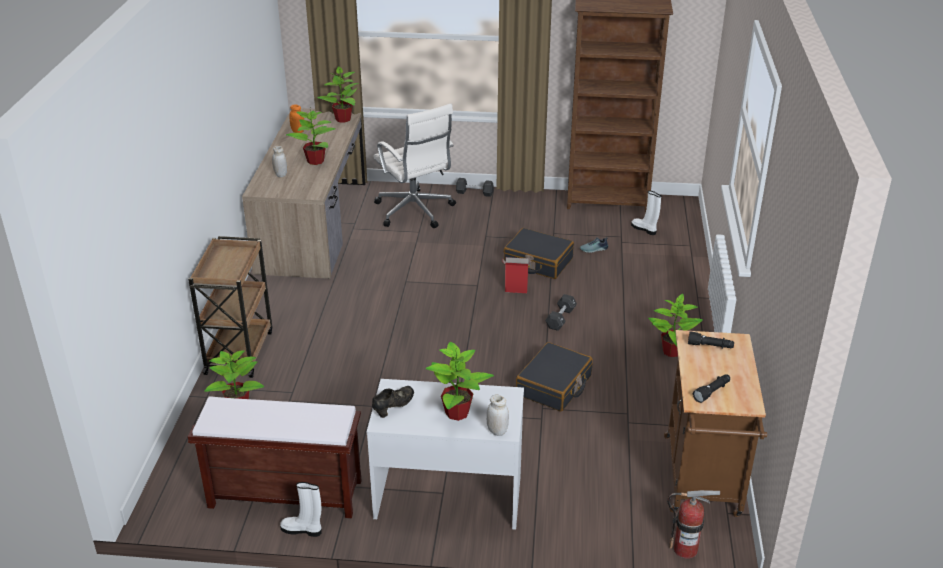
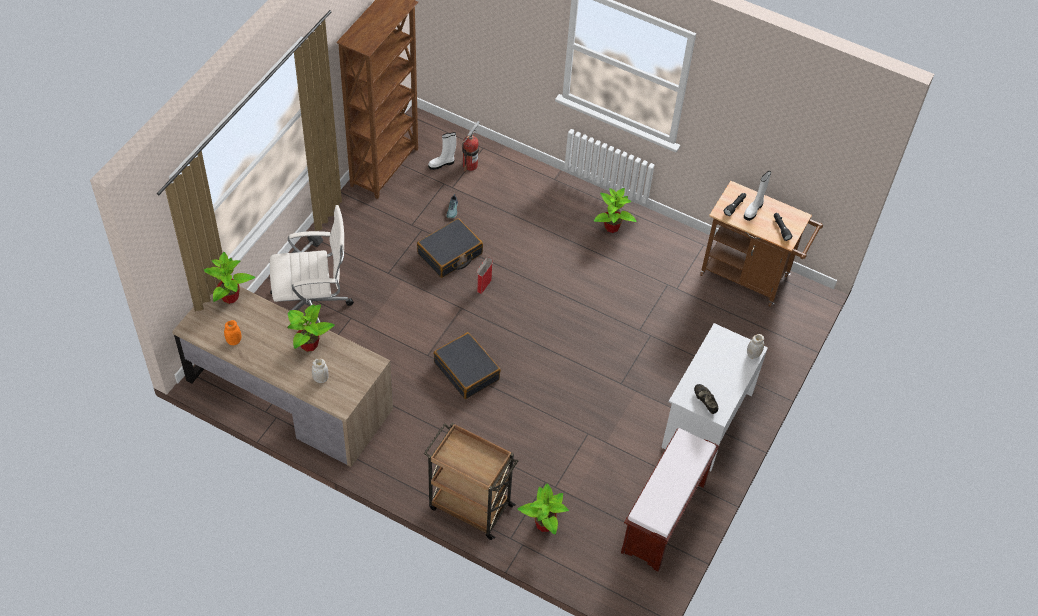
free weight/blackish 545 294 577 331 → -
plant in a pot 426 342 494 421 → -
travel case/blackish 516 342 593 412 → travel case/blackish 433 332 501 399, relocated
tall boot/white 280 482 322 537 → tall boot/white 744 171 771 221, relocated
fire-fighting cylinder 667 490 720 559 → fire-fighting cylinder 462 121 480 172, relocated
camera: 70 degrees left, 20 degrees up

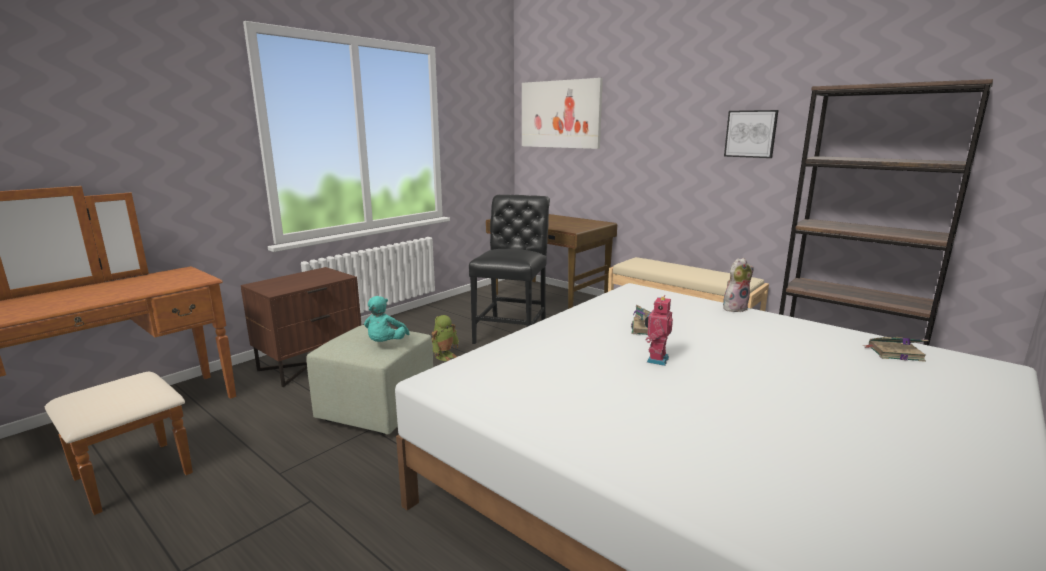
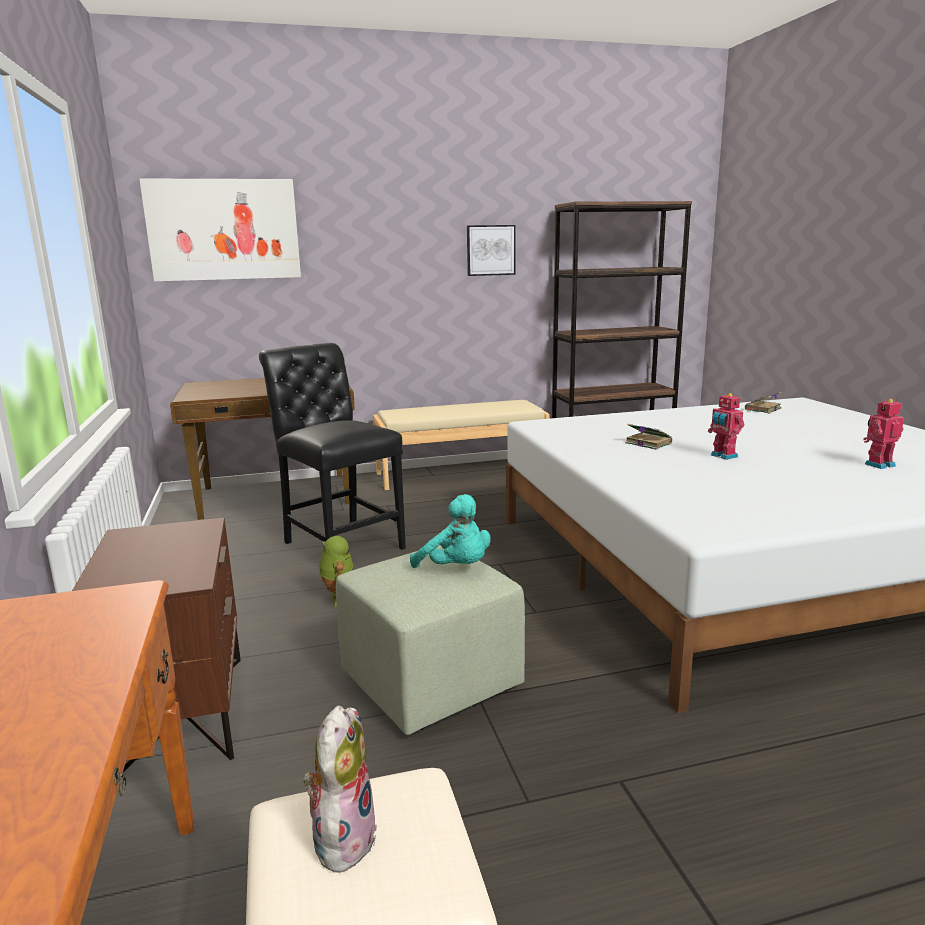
plush toy 723 258 754 312 → plush toy 303 705 377 873, relocated
- → robot figure 863 399 904 469
camera: 55 degrees left, 0 degrees up

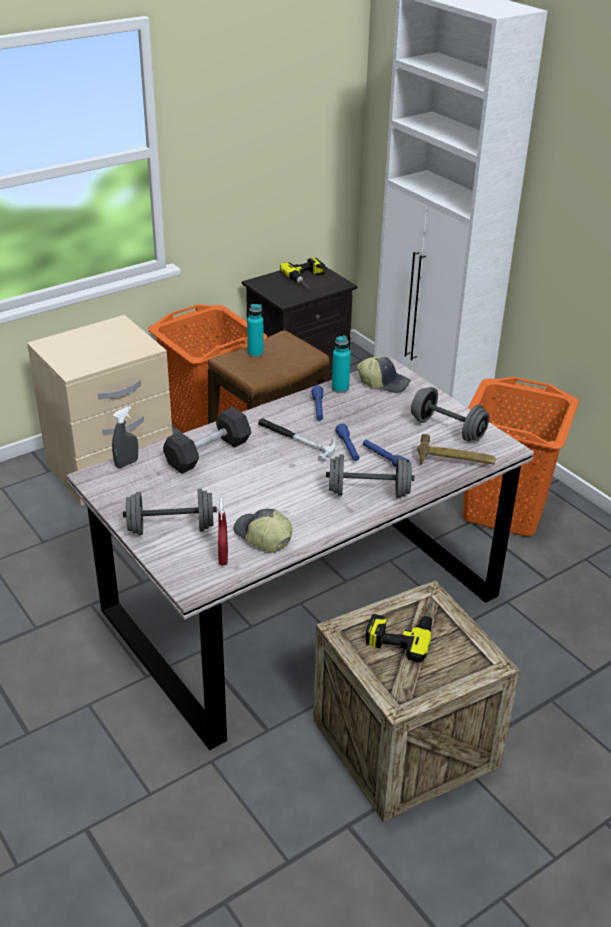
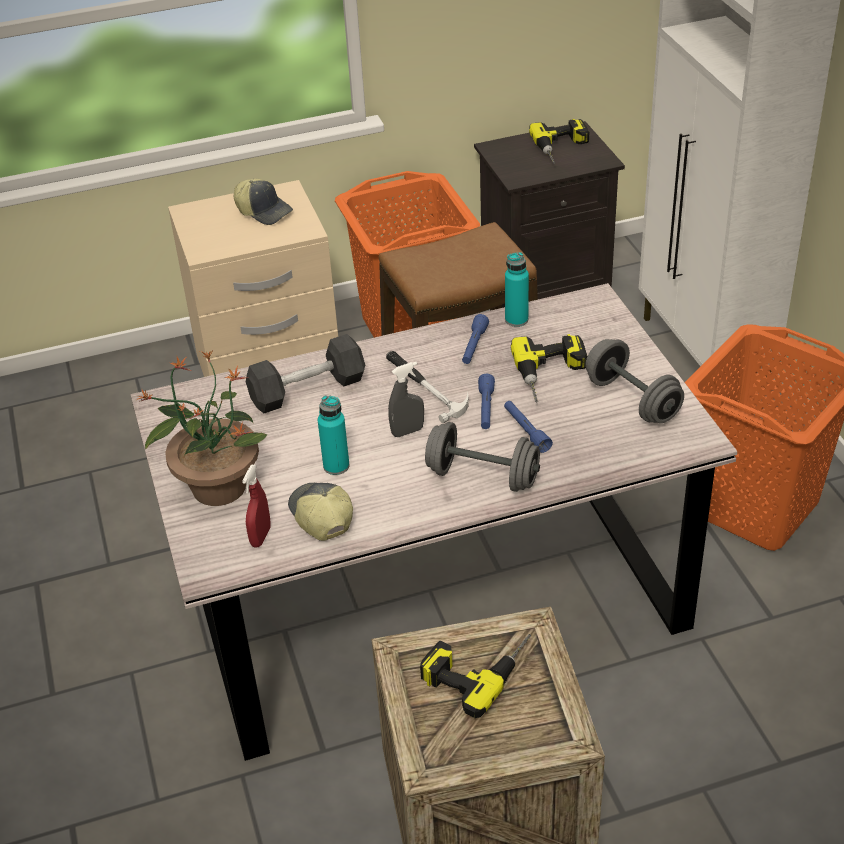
beverage bottle/turquoise-coloured 247 304 264 357 → beverage bottle/turquoise-coloured 318 395 349 475, relocated
cap 357 356 411 393 → cap 234 179 293 225, relocated
spray bottle/gray 112 406 138 468 → spray bottle/gray 388 362 424 437, relocated
hammer 417 434 496 465 → -
free weight/gray 123 489 217 535 → plant in a pot 137 350 267 506
- → electric drill 511 334 587 402
camera: 20 degrees right, 5 degrees up

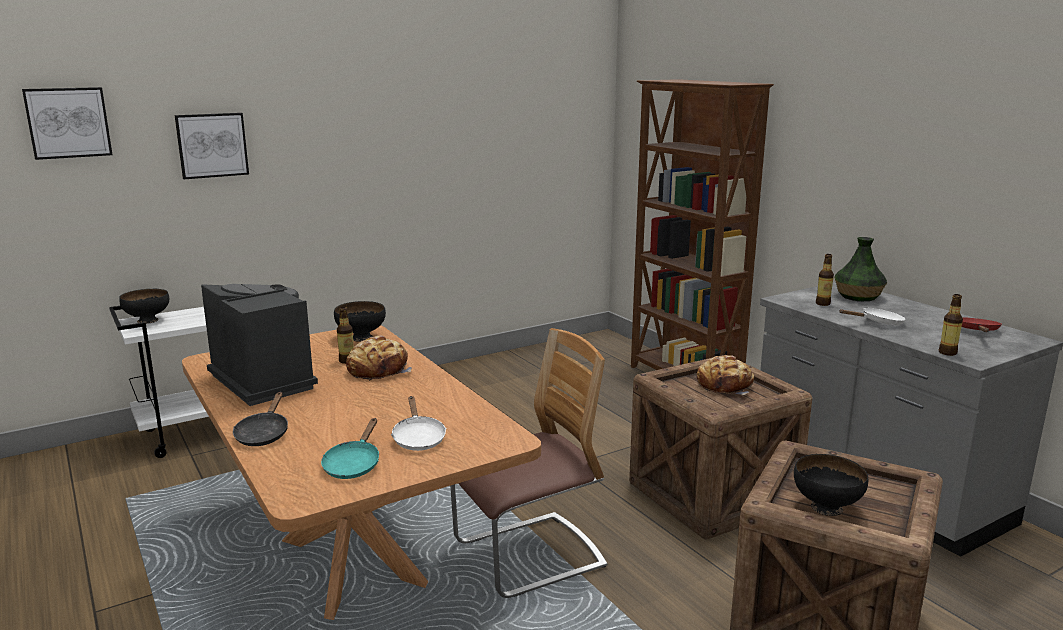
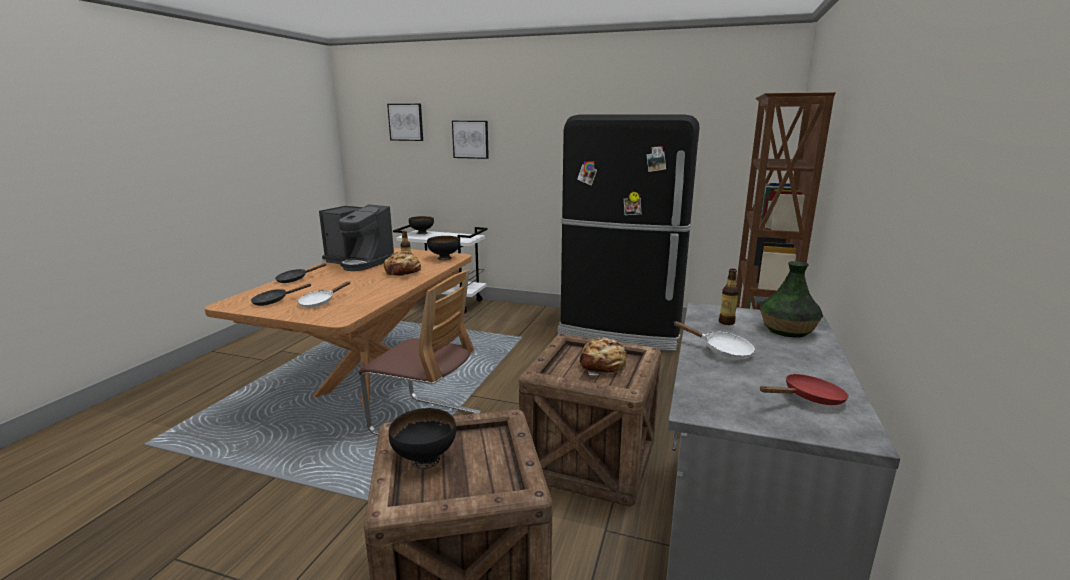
coffee maker 201 284 318 406 → coffee maker 319 204 394 271, 105 degrees clockwise
beverage bottle 939 294 963 356 → -
pan/turquoise-coloured 321 418 379 479 → pan/blackish 251 284 311 306
- → kitchen fridge/blackish 558 114 699 351
camera: 50 degrees right, 0 degrees up

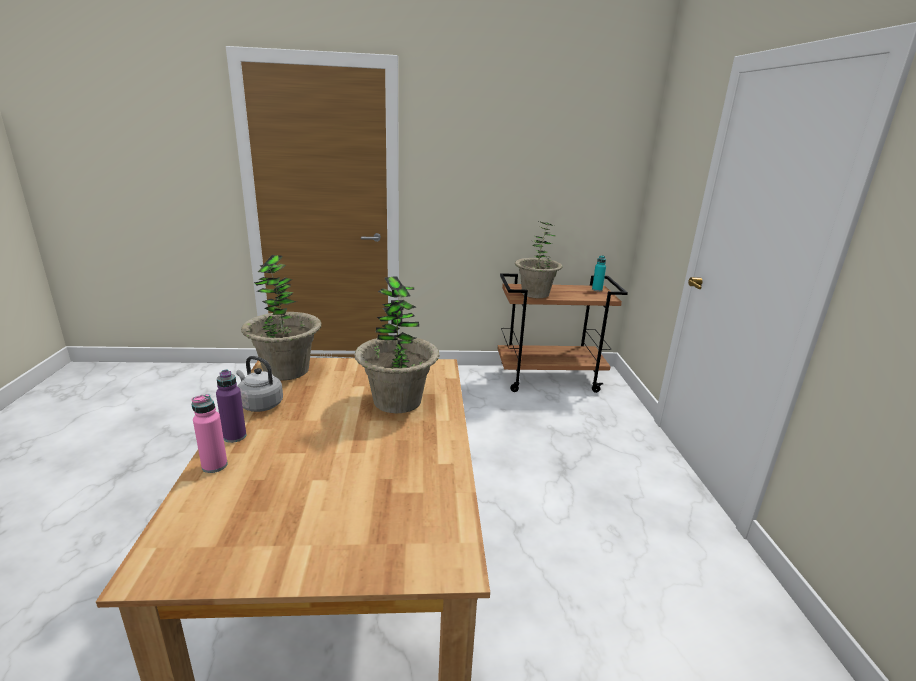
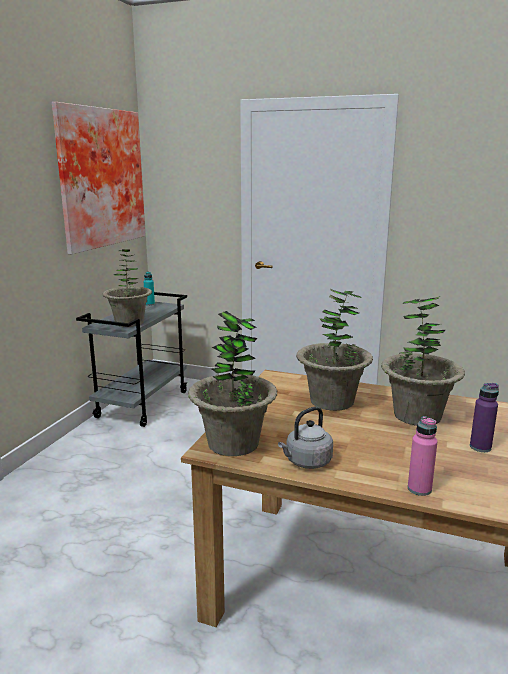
trolley/brown 498 273 628 393 → trolley/gray 76 292 187 427
beverage bottle/purple-coloured 216 369 246 443 → beverage bottle/purple-coloured 470 383 499 452, relocated
- → wall art 52 102 146 254
- → plant in a pot 381 296 465 426
camera: 65 degrees left, 5 degrees down

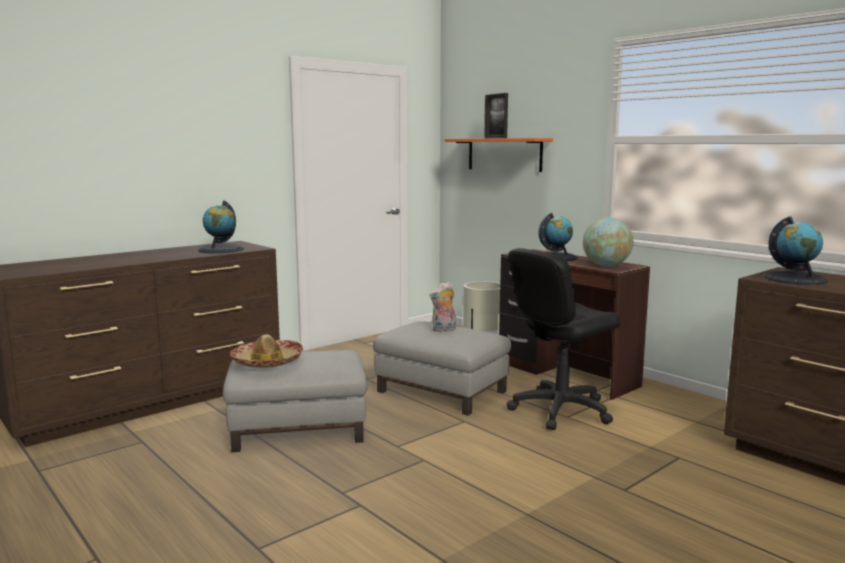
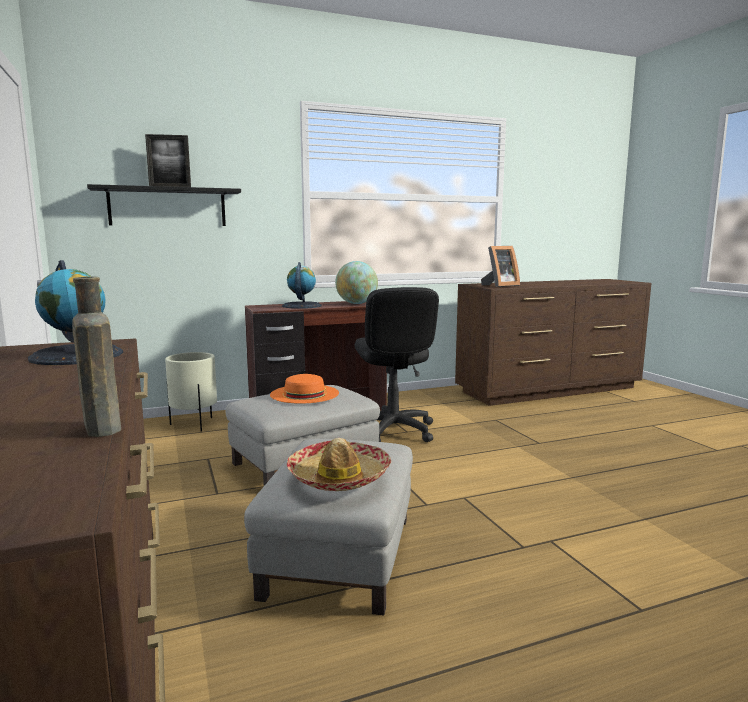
bracket shelf/orange 445 138 553 172 → bracket shelf/blackish 87 184 241 226
globe 764 216 828 285 → picture frame 481 246 520 287
plush toy 429 282 456 332 → clothing hat/orange 270 374 339 404
- → beverage bottle/brown 72 277 121 437
camera: 70 degrees left, 0 degrees up

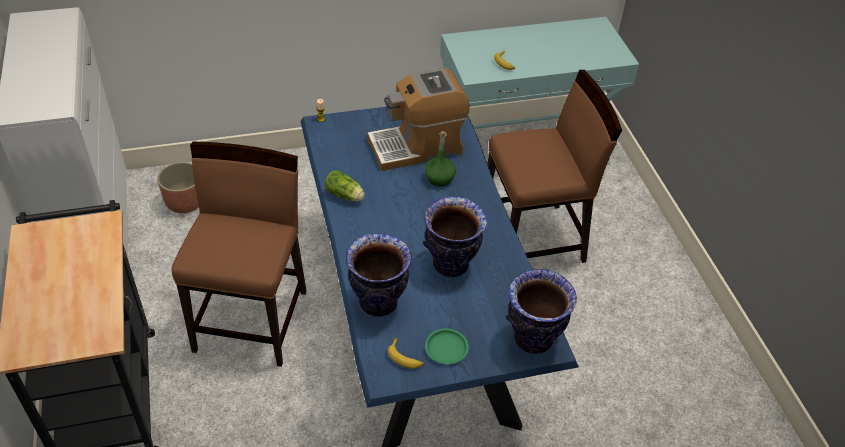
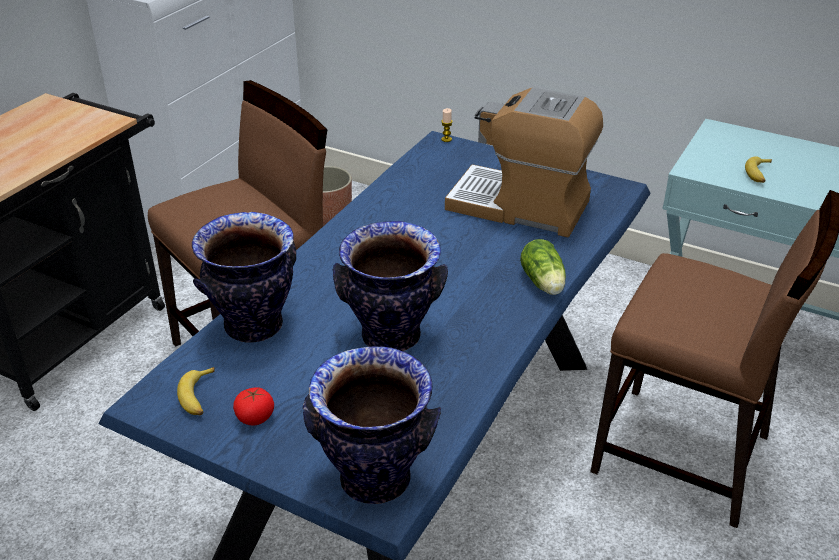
beverage bottle/green 424 131 456 187 → -
head of lettuce 325 170 365 201 → head of lettuce 520 239 566 295, relocated
flat dish/green 425 328 469 364 → tomato 233 387 274 425
camera: 45 degrees right, 10 degrees down

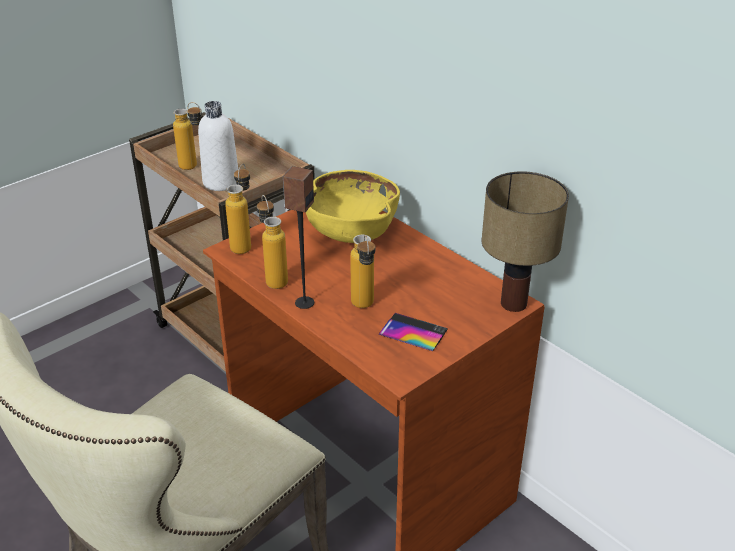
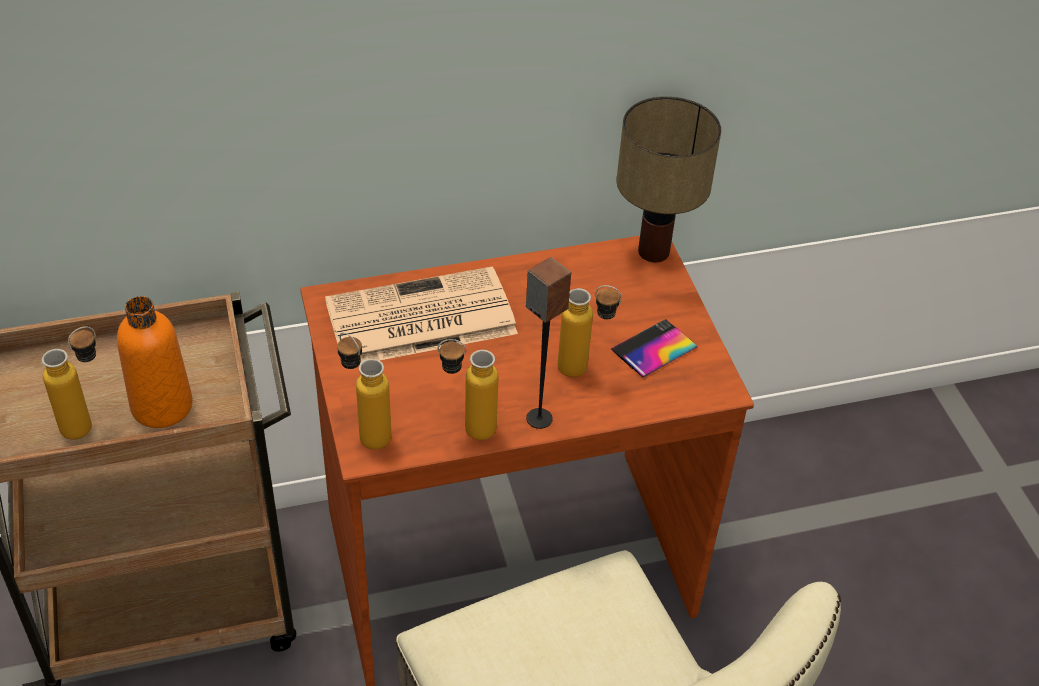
beverage bottle/white 198 101 238 191 → beverage bottle/orange 117 296 193 428
deep dish/yellowish 306 170 400 243 → newspaper 325 266 518 363
camera: 65 degrees left, 10 degrees up

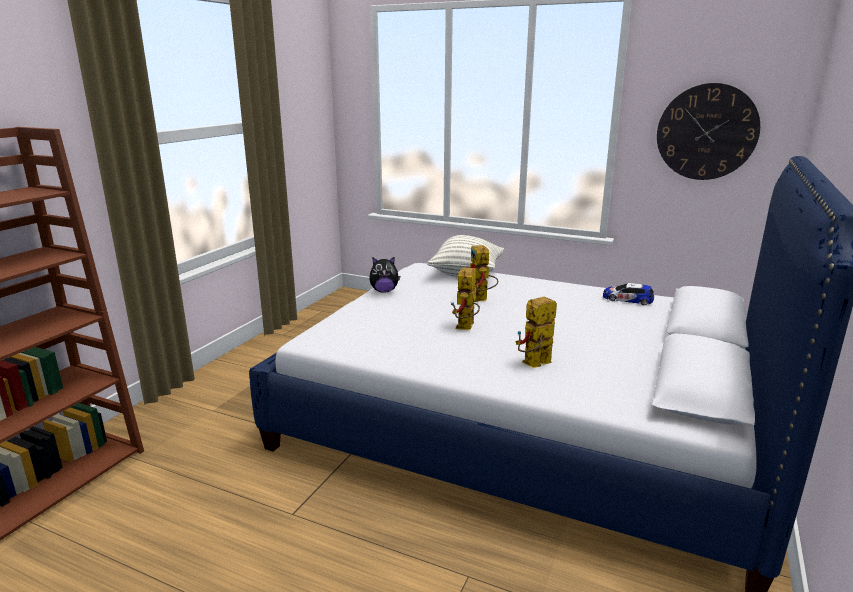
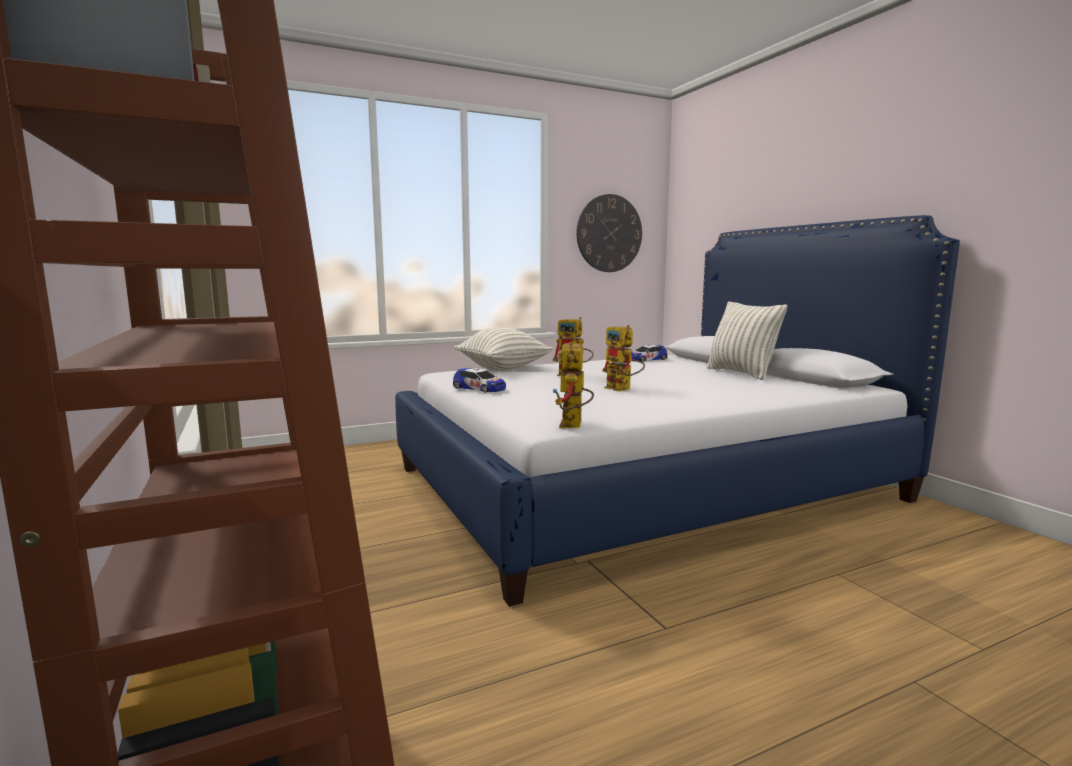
plush toy 369 256 400 293 → miniature car 453 368 506 393
robot figure 516 297 557 368 → robot figure 553 342 594 428, relocated
- → throw pillow 706 302 787 380
camera: 50 degrees left, 10 degrees down

